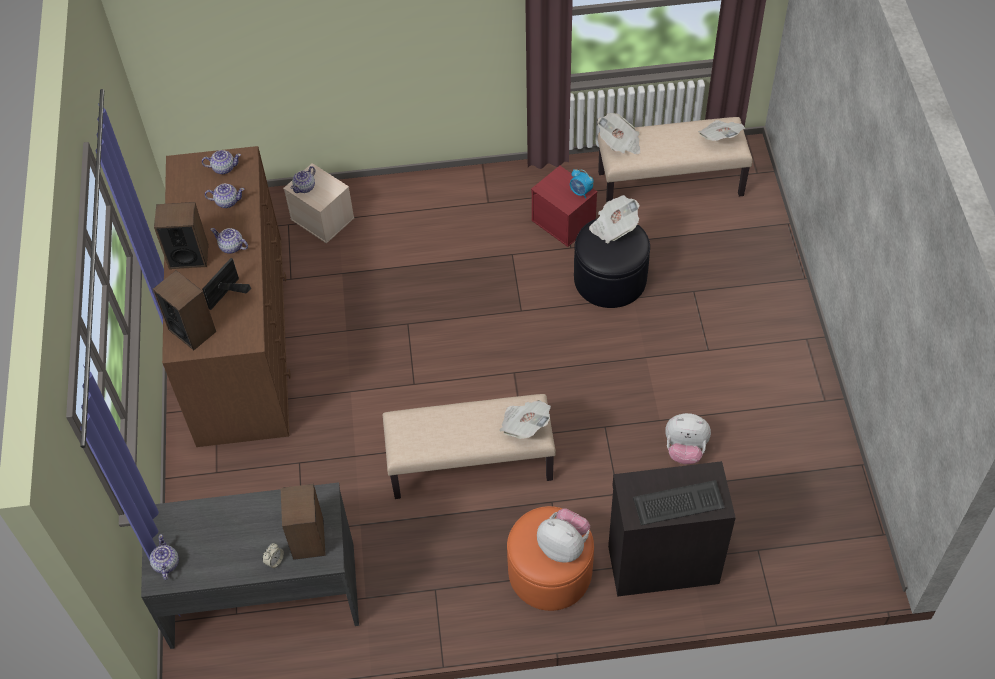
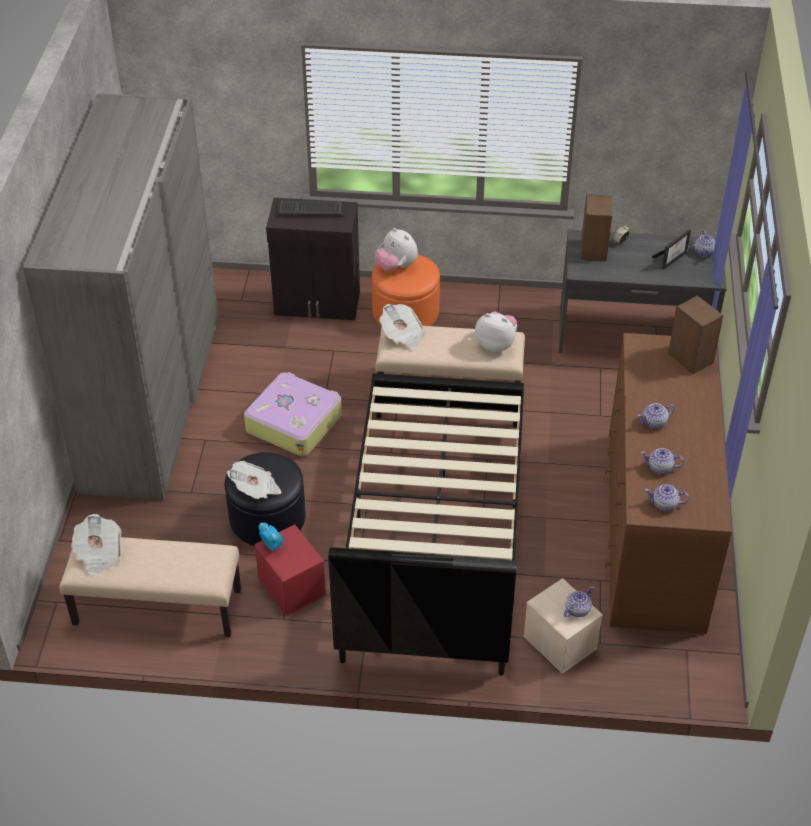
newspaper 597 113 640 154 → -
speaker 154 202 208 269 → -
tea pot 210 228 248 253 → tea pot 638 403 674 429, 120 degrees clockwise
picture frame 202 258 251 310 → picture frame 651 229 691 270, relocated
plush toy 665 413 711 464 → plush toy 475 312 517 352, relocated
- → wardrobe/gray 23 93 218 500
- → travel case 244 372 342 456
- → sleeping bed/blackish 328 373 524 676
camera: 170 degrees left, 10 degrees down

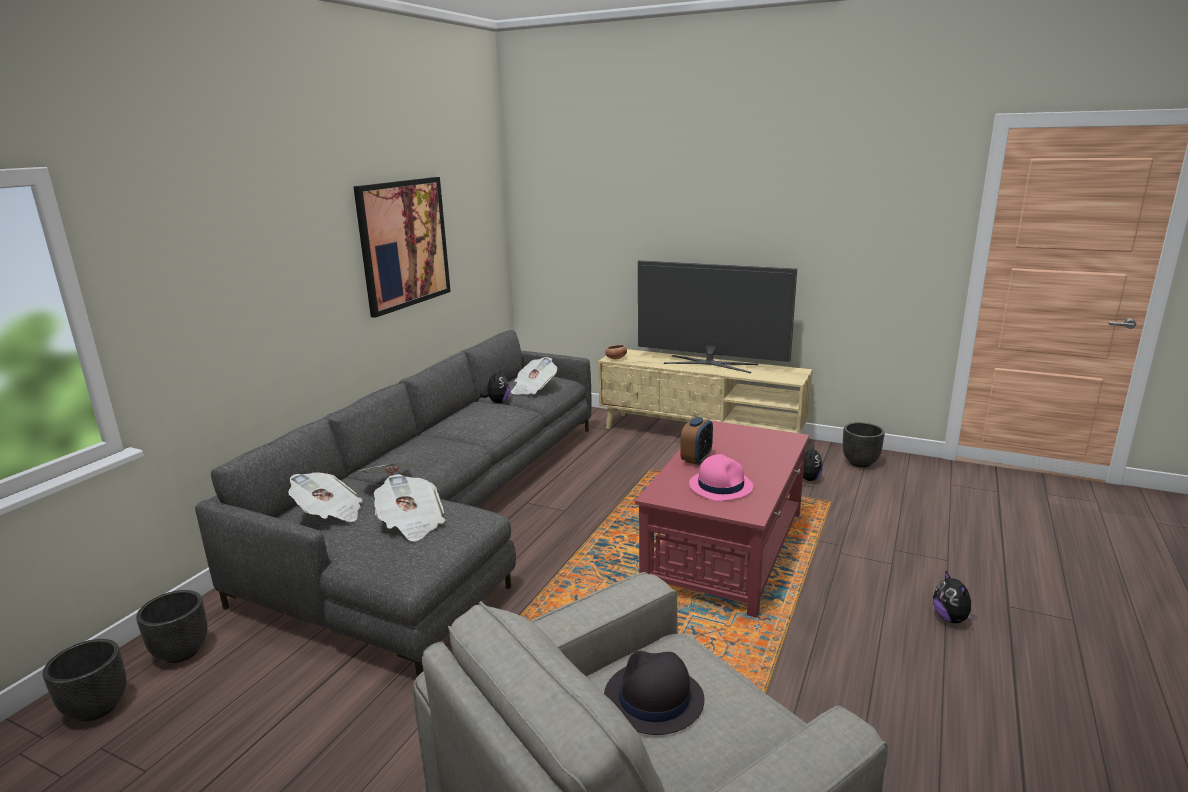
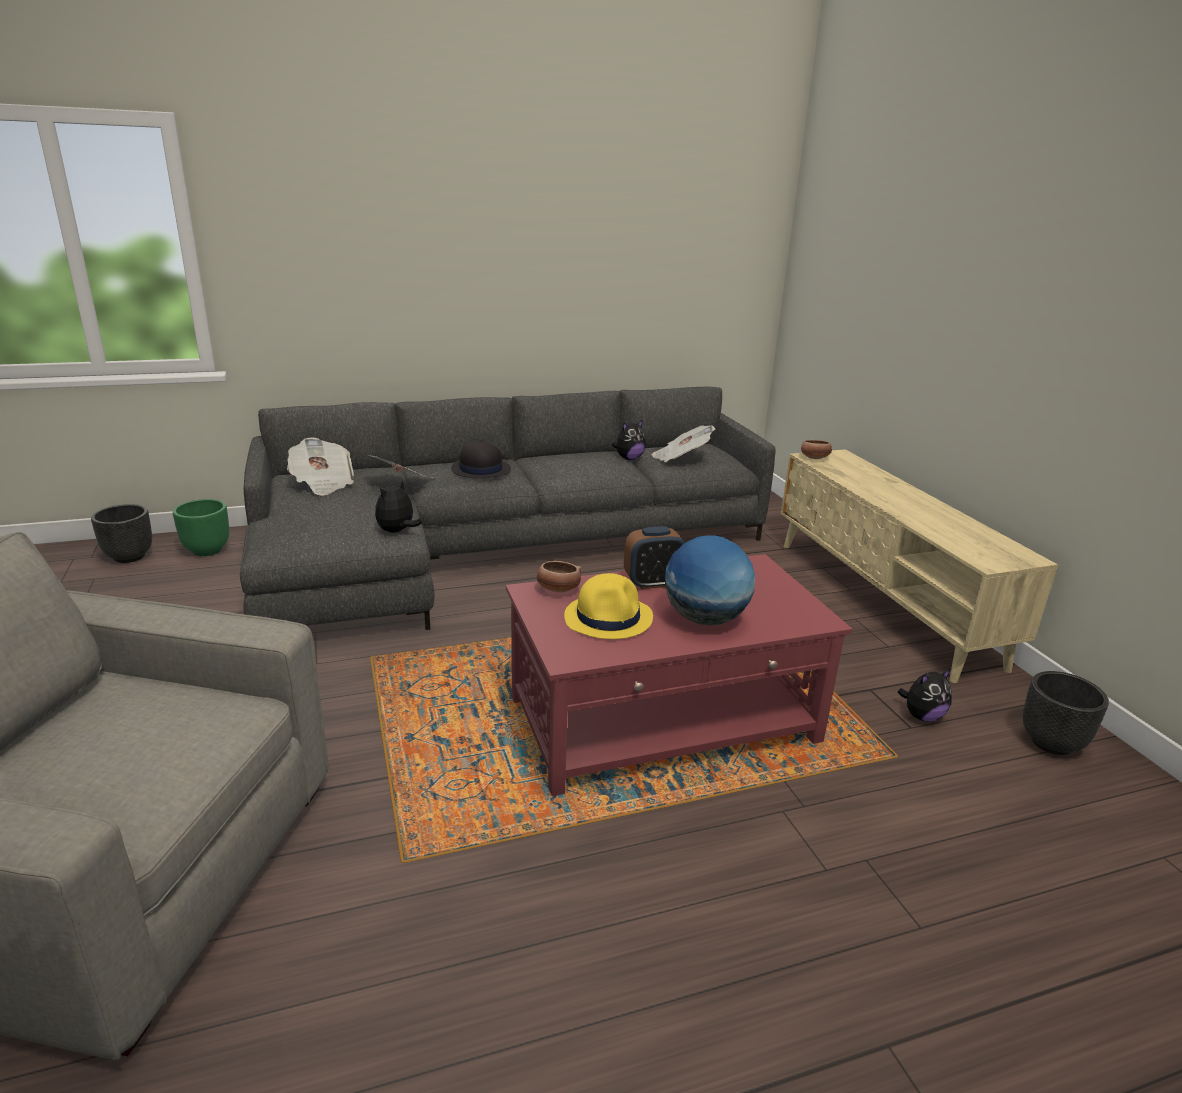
wall art 353 177 451 318 → -
TV set 638 260 797 373 → -
clothing hat/pinkish 689 454 753 501 → clothing hat/yellowish 564 573 653 639
newspaper 374 474 445 541 → -
plush toy 933 570 977 623 → plush toy 375 479 422 533, relocated
plant pot/blackish 136 590 208 663 → plant pot/green 173 499 229 556
clothing hat/blackish 604 651 705 735 → clothing hat/blackish 451 440 511 479, relocated
- → globe 665 535 755 625
- → deep dish 537 561 581 592
camera: 45 degrees right, 5 degrees up

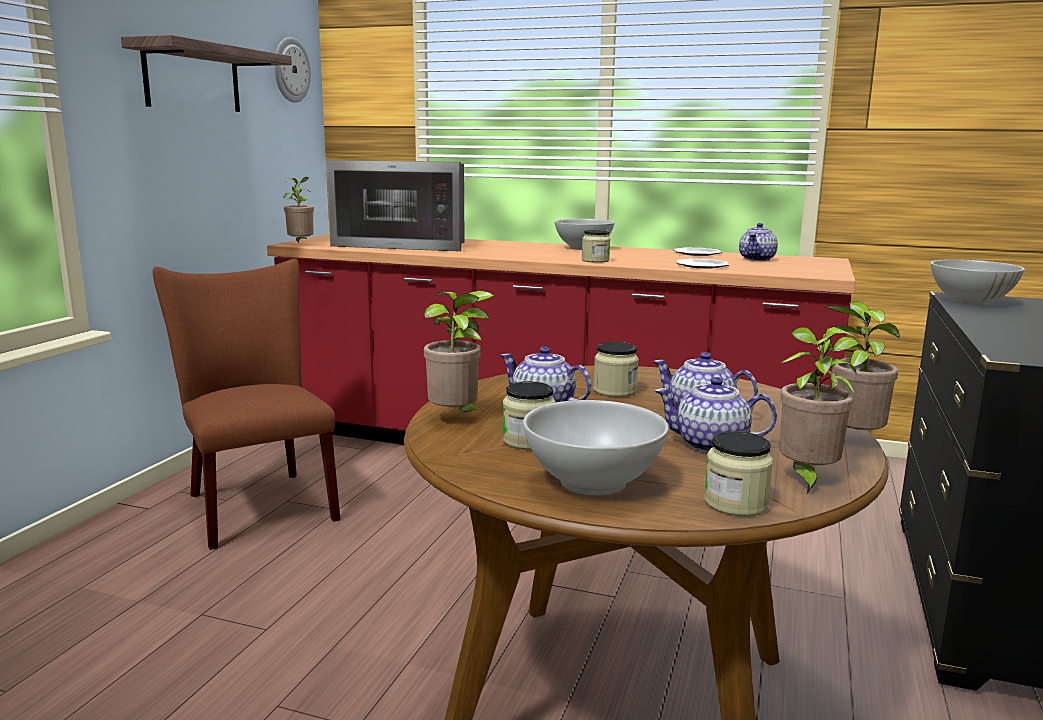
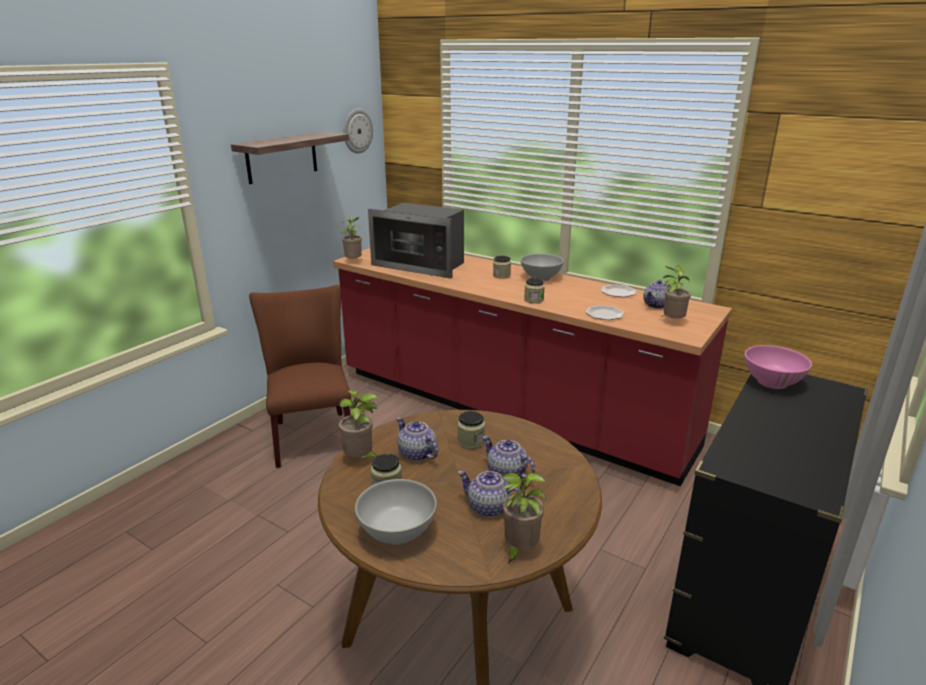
deep dish/white 930 259 1025 305 → deep dish/pinkish 745 345 812 389
plant in a pot 825 301 900 430 → plant in a pot 661 265 691 318, relocated
preserve jar 704 431 773 516 → preserve jar 493 256 511 279, relocated
camera: 15 degrees right, 10 degrees up

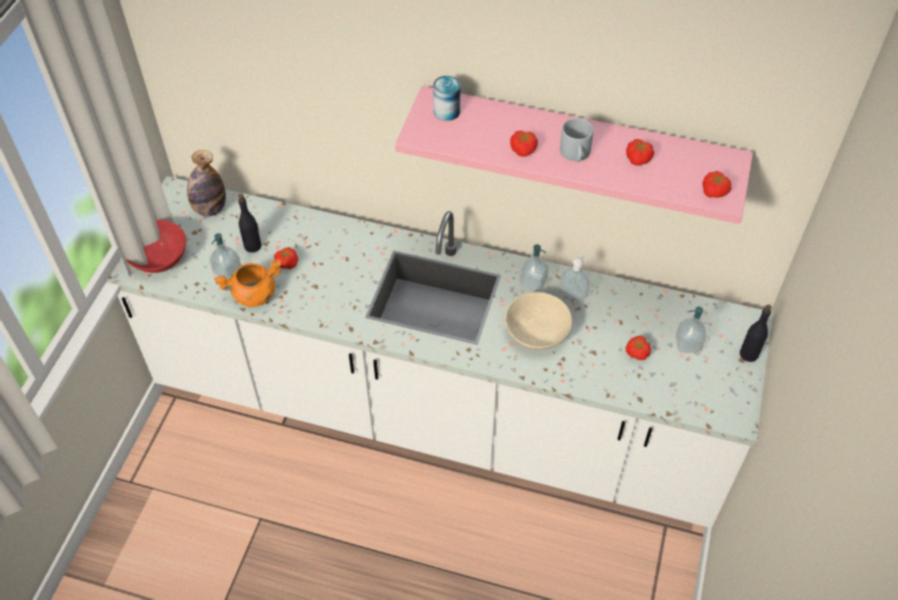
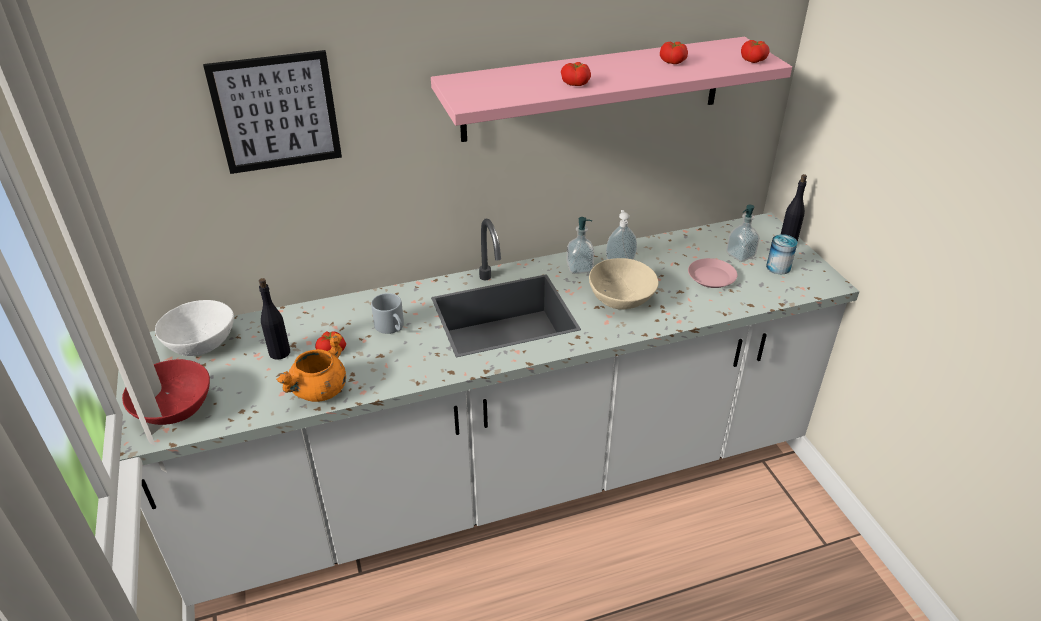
sealed can 433 76 460 121 → sealed can 766 234 798 274, relocated
tea mug/gray 560 118 594 162 → tea mug/gray 371 293 404 334, relocated
beverage bottle 187 150 226 217 → deep dish/white 155 300 234 356
soap bottle 209 233 241 280 → -
tomato 626 336 651 360 → flat dish/pinkish 688 258 737 288
- → wall art 203 50 342 174
camera: 35 degrees left, 15 degrees down

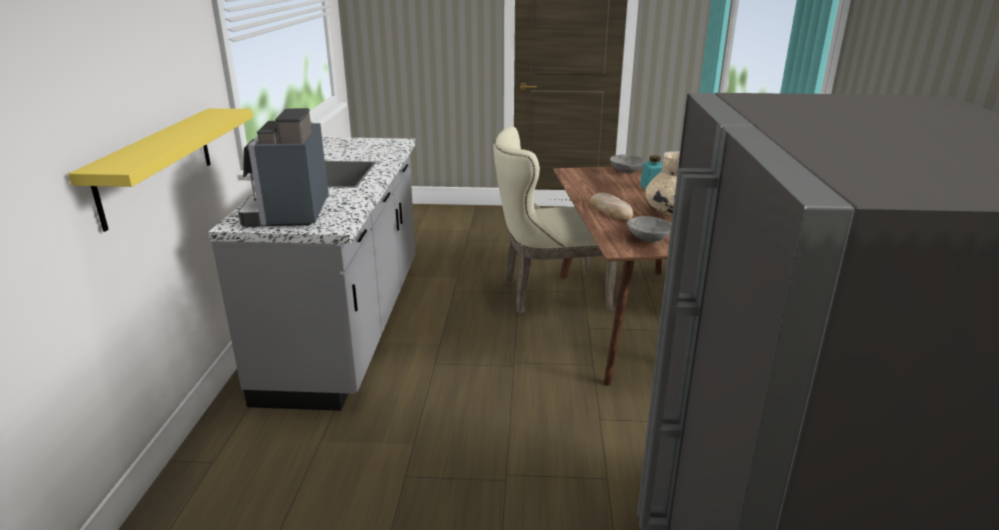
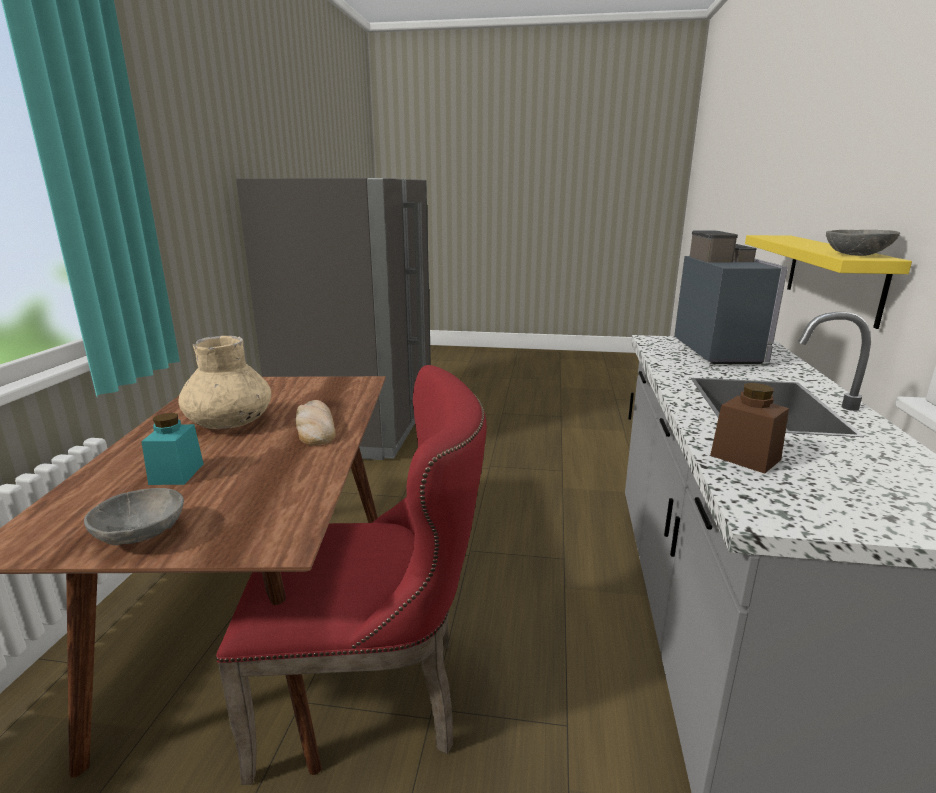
upright chair/beige 493 126 617 314 → upright chair/reddish 216 365 487 785
deep dish/gray 627 216 671 242 → deep dish/gray 826 230 900 256, relocated
- → preserve jar/brown 710 383 789 474
camera: 175 degrees left, 5 degrees down

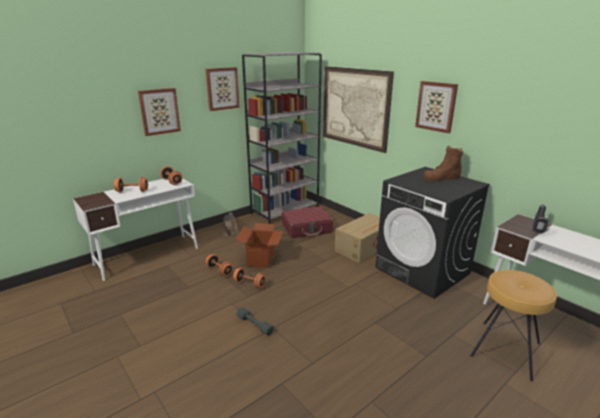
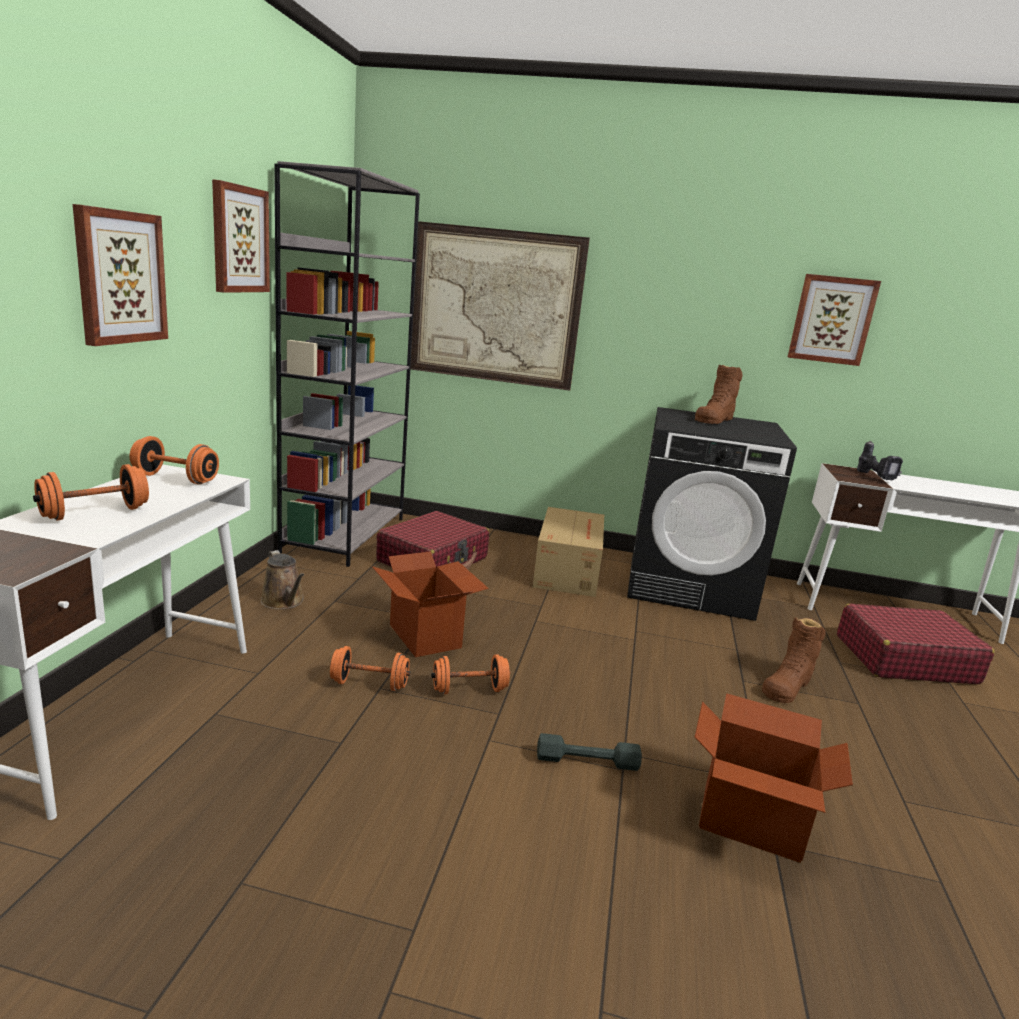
wall art 415 81 458 133 → wall art 788 274 881 366, relocated
stool seat/brown 470 270 557 381 → travel case/reddish 837 603 995 684
- → tall boot/brown 762 618 826 703
- → cardboard box 695 693 853 863
camera: 40 degrees left, 5 degrees down

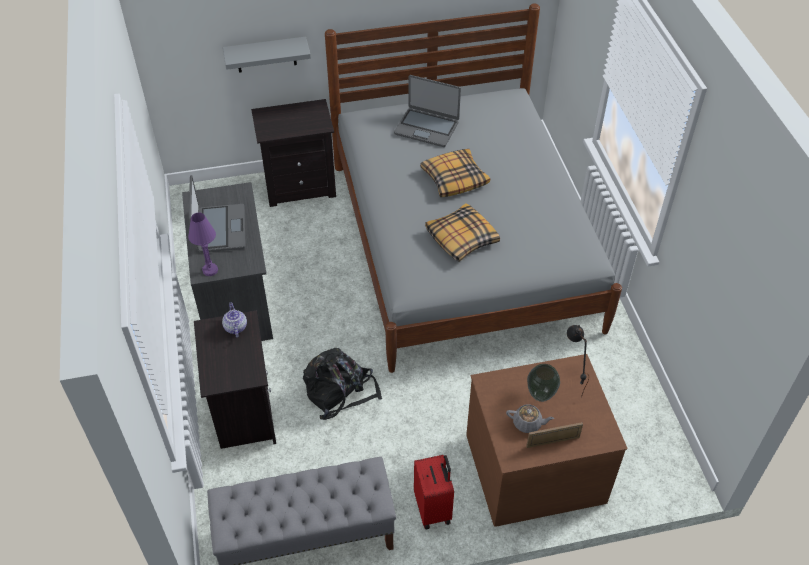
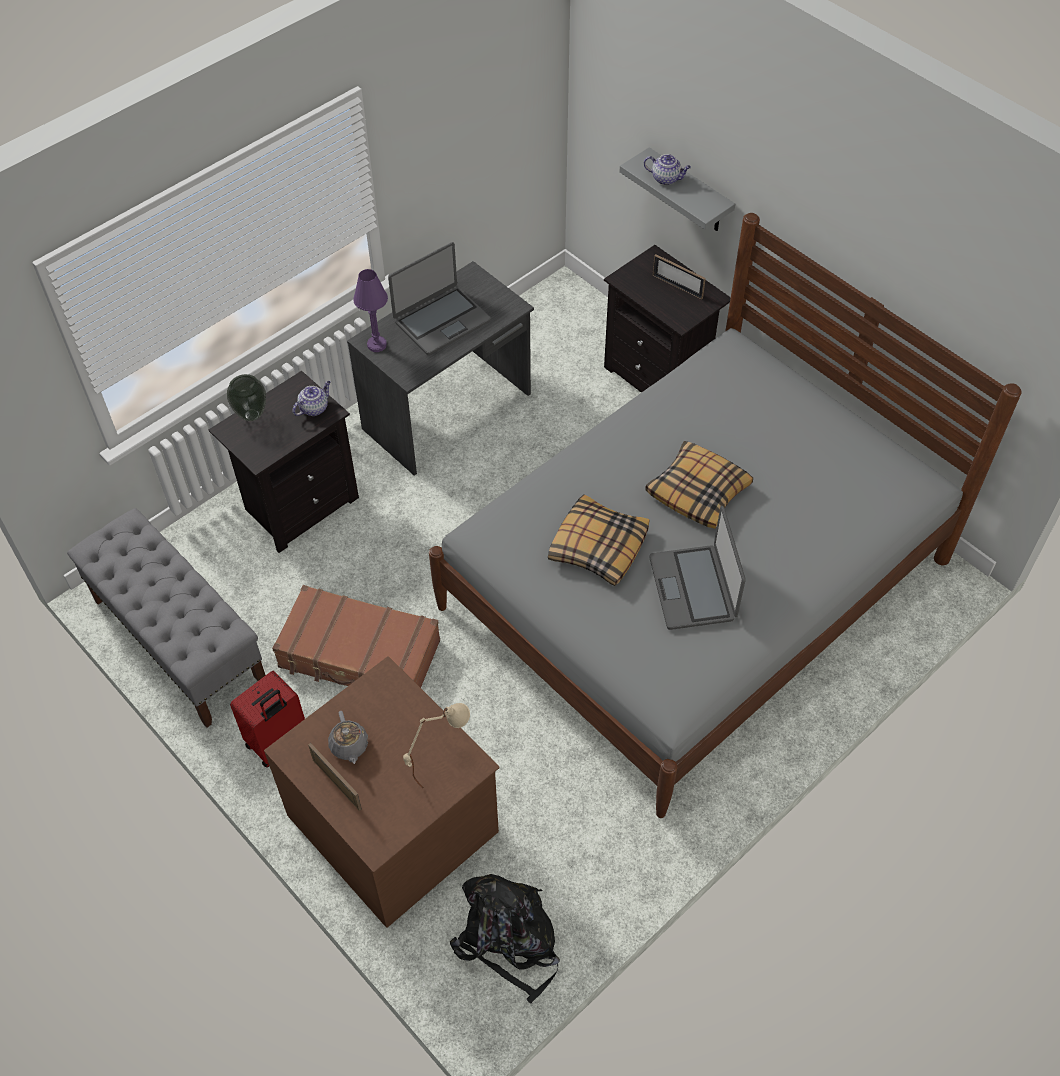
portable computer 394 75 461 147 → portable computer 649 506 746 630, relocated
lamp for a table/blackish 567 325 589 398 → lamp for a table/beige 403 703 470 788
backpack/blackish 303 348 382 420 → backpack/blackish 450 874 560 1004, relocated
flower vase 527 364 560 402 → flower vase 227 374 266 421, relocated
- → tea pot 644 154 691 185
- → picture frame 652 254 706 300
- → travel case/brown 272 585 440 688
camera: 60 degrees right, 5 degrees up

